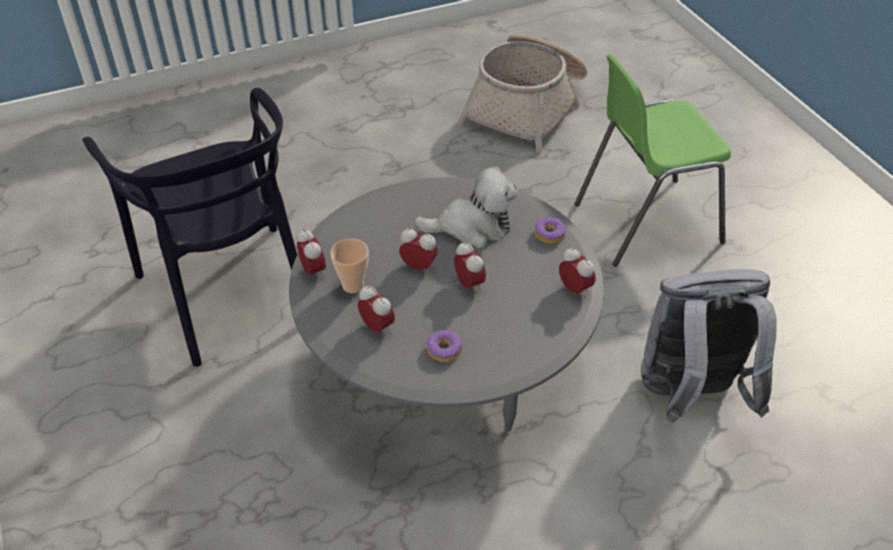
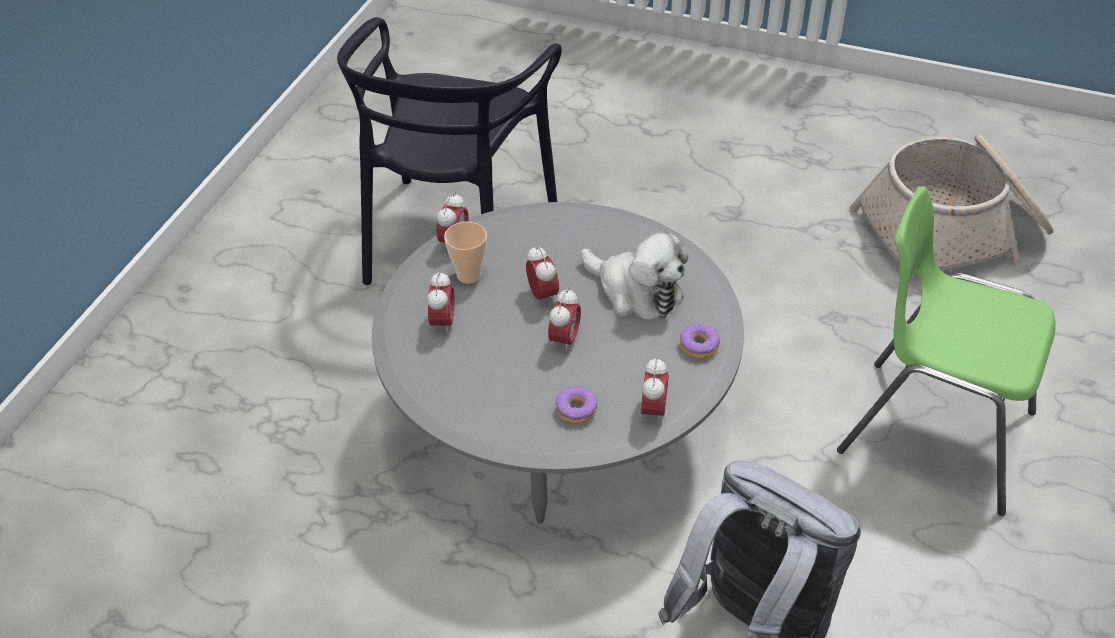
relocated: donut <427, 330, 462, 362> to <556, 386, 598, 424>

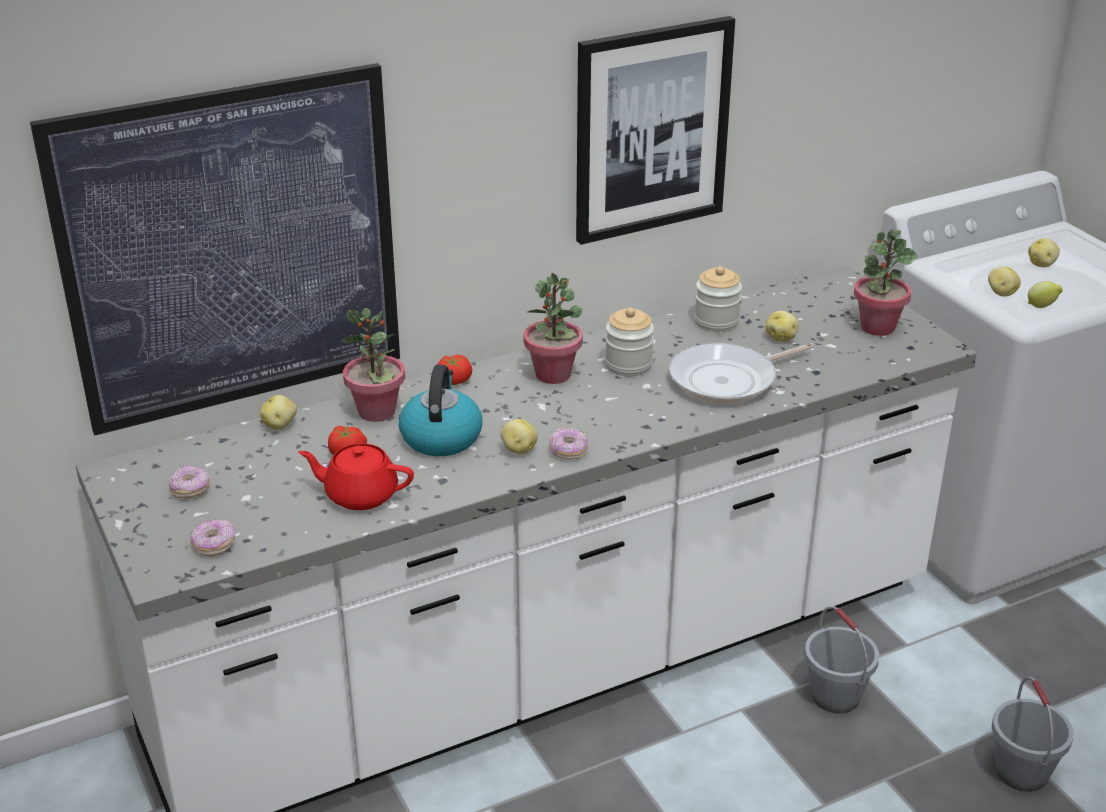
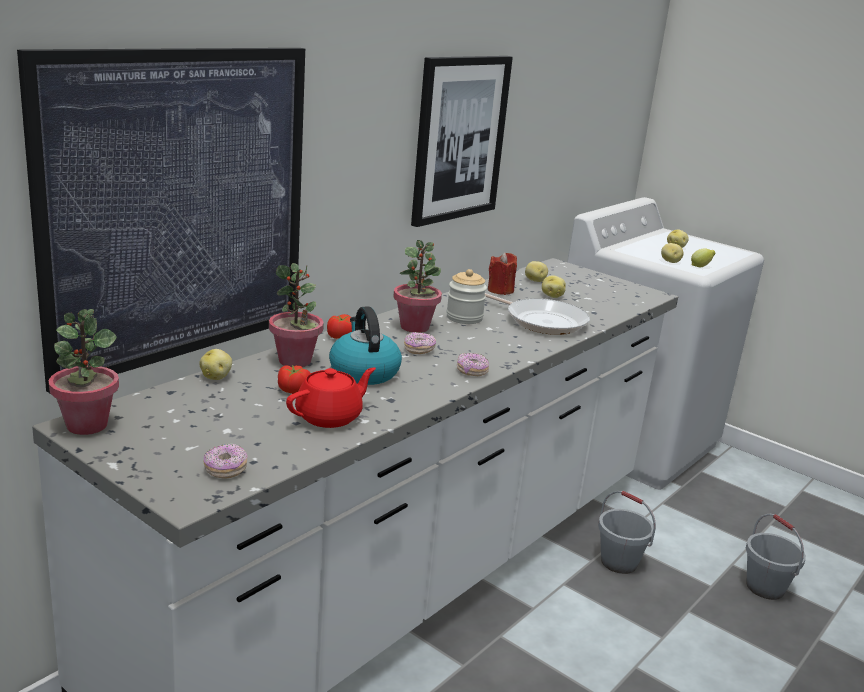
relocated: donut <169, 465, 210, 498> to <404, 332, 436, 354>; potato <501, 419, 538, 454> to <525, 261, 548, 282>; potted plant <854, 229, 918, 336> to <49, 309, 119, 435>
exchanged: jar <694, 266, 742, 332> to red candle <488, 252, 517, 295>
spun: red teapot <298, 443, 414, 510> = <286, 368, 376, 428> 150 degrees clockwise; frying pan <669, 343, 814, 404> = <485, 293, 590, 335> 90 degrees counterclockwise

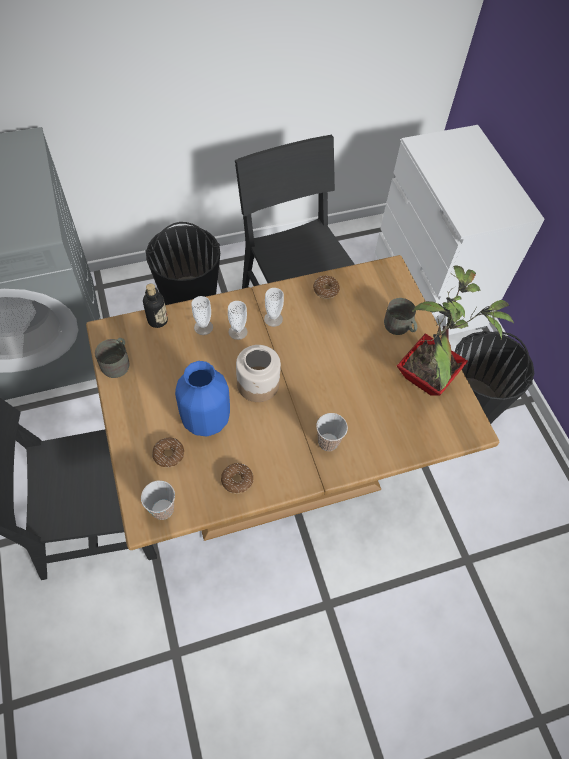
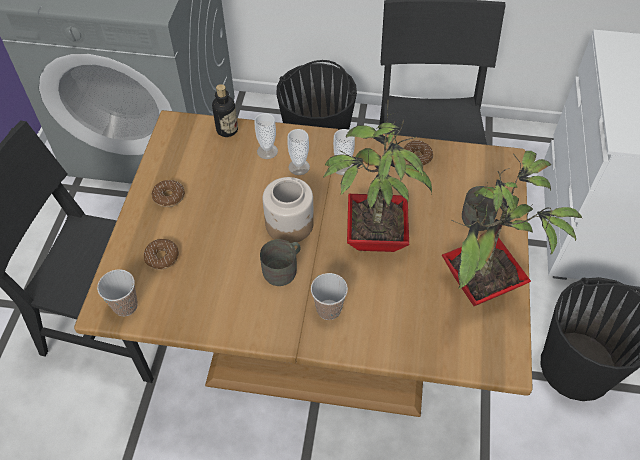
missing: blue vase <175, 361, 230, 436>
appeared: potted plant <323, 100, 432, 252>
relocated: grey mug <95, 338, 129, 378> to <260, 239, 301, 286>; donut <221, 463, 253, 494> to <152, 180, 185, 207>

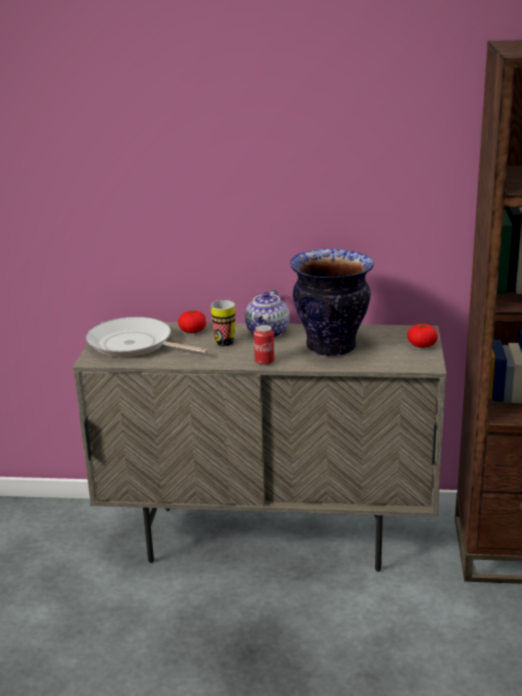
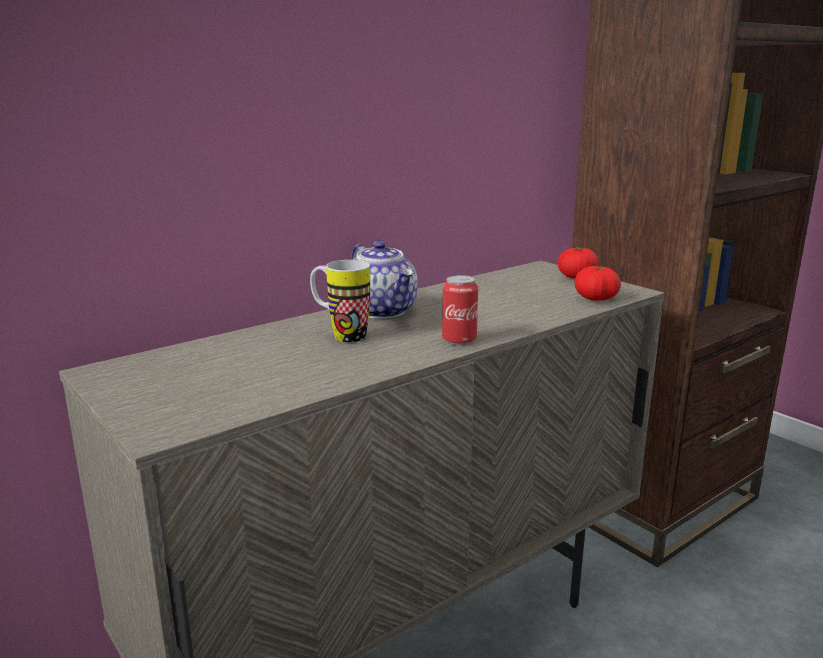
missing: frying pan <86, 317, 208, 357>; vase <290, 249, 374, 356>
relocated: tomato <178, 310, 206, 333> to <575, 266, 621, 301>

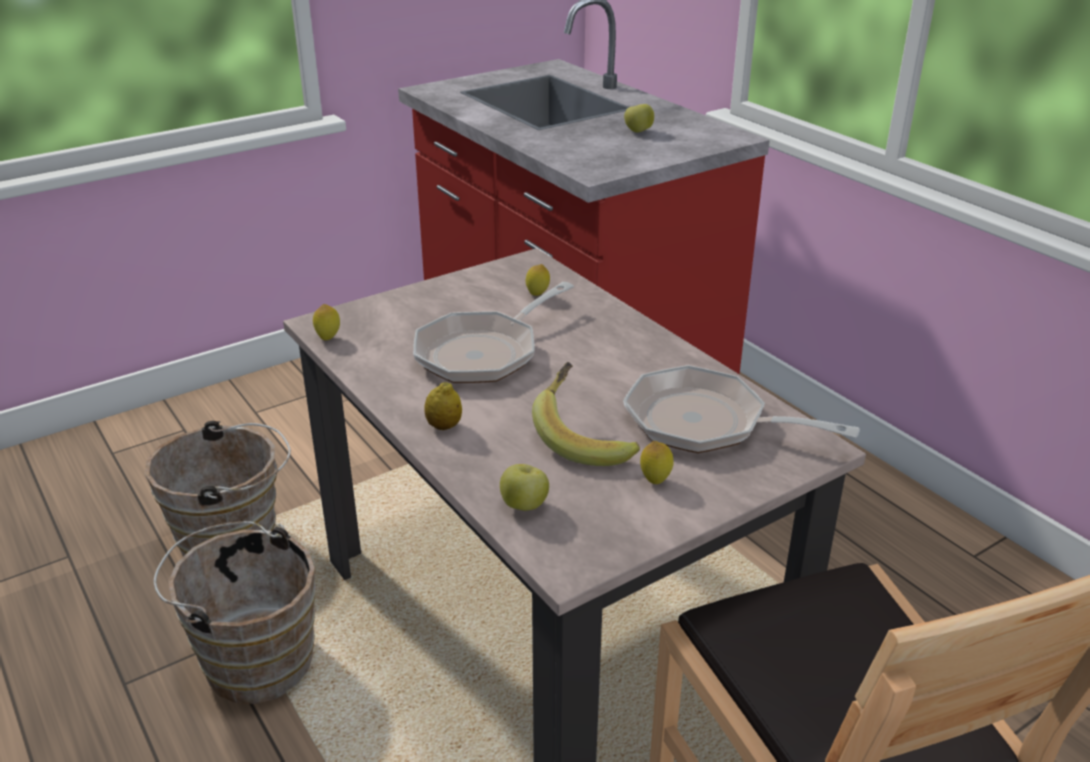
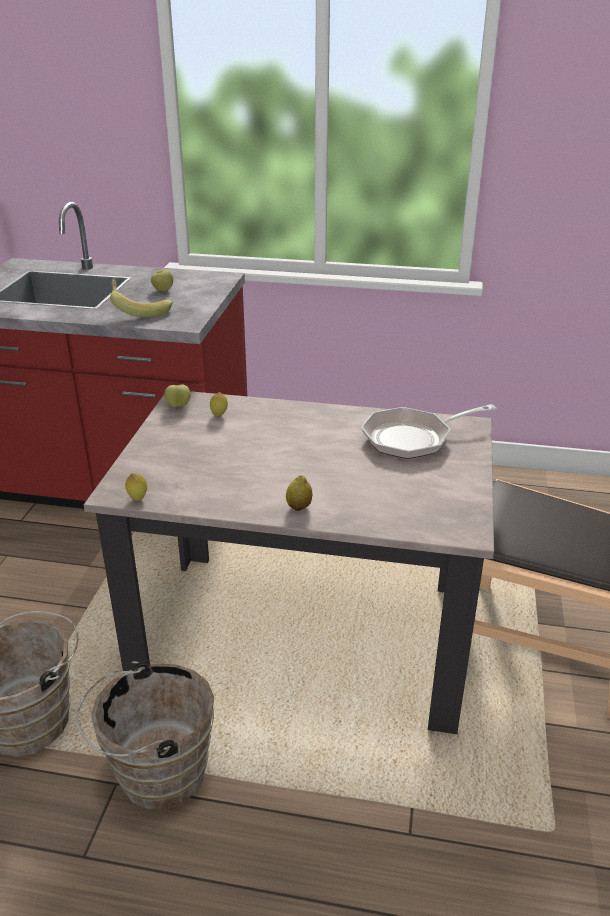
missing: frying pan <413, 282, 574, 383>; lemon <640, 441, 673, 484>
relocated: apple <500, 464, 549, 511> to <165, 385, 191, 408>; banana <532, 362, 640, 466> to <110, 277, 173, 317>

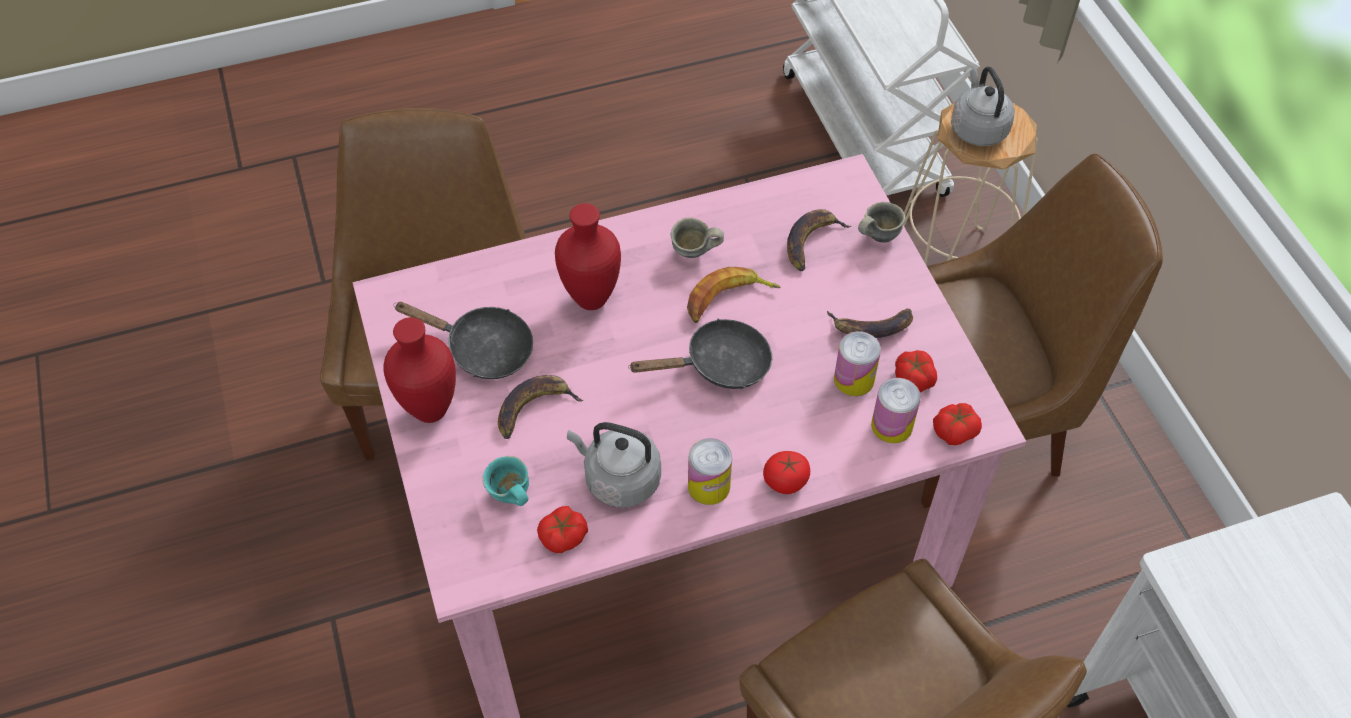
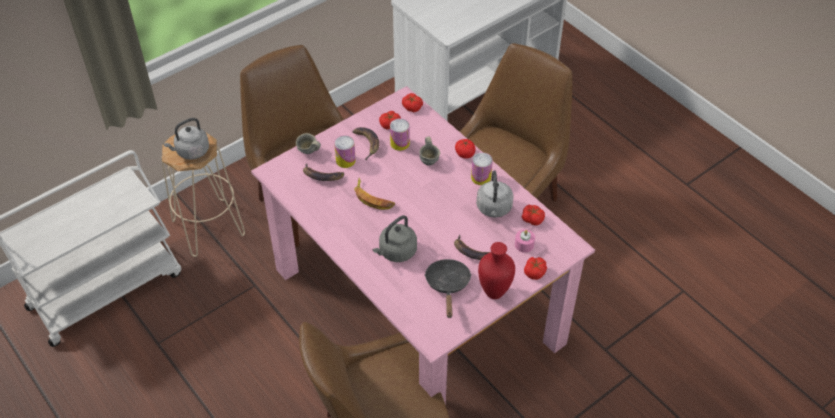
missing: black frying pan <628, 319, 772, 389>
appeared: tomato <524, 257, 547, 280>
relocated: grey mug <671, 218, 724, 258> to <419, 137, 440, 166>; can <871, 378, 921, 443> to <334, 135, 356, 168>
exchanged: turquoise mug <482, 456, 529, 506> to pink candle <515, 229, 535, 253>; red vase <555, 203, 621, 310> to grey kettle <373, 215, 417, 262>

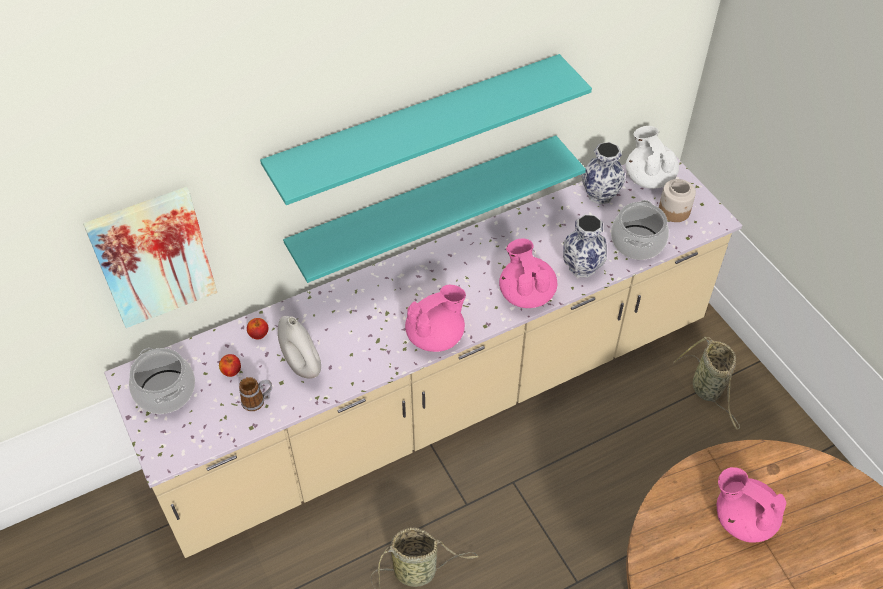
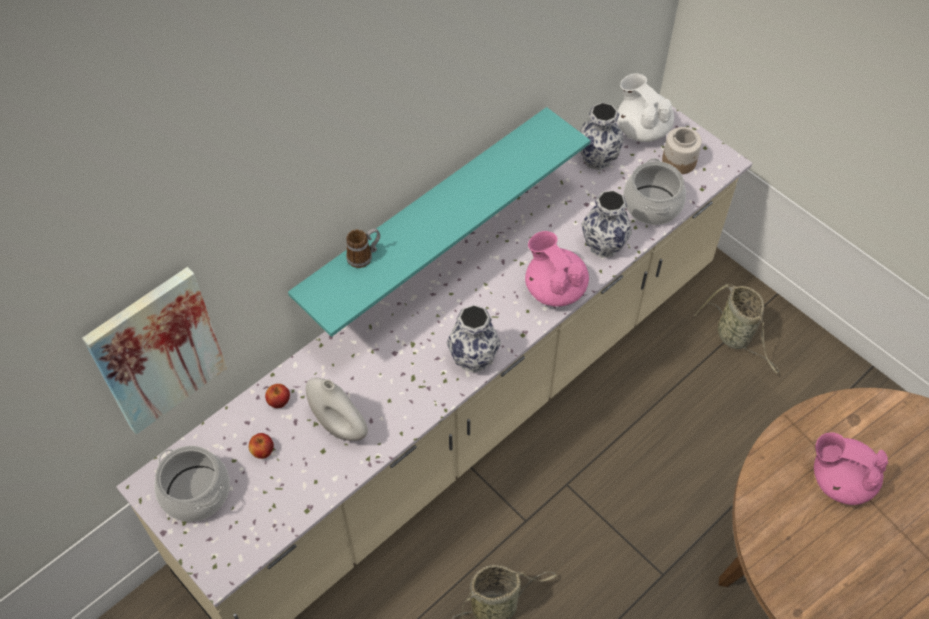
missing: turquoise shelf <260, 54, 592, 205>
relocated: mug <239, 377, 272, 411> to <346, 228, 380, 268>
exchanged: pink teapot <405, 285, 466, 352> to vase <446, 305, 501, 373>

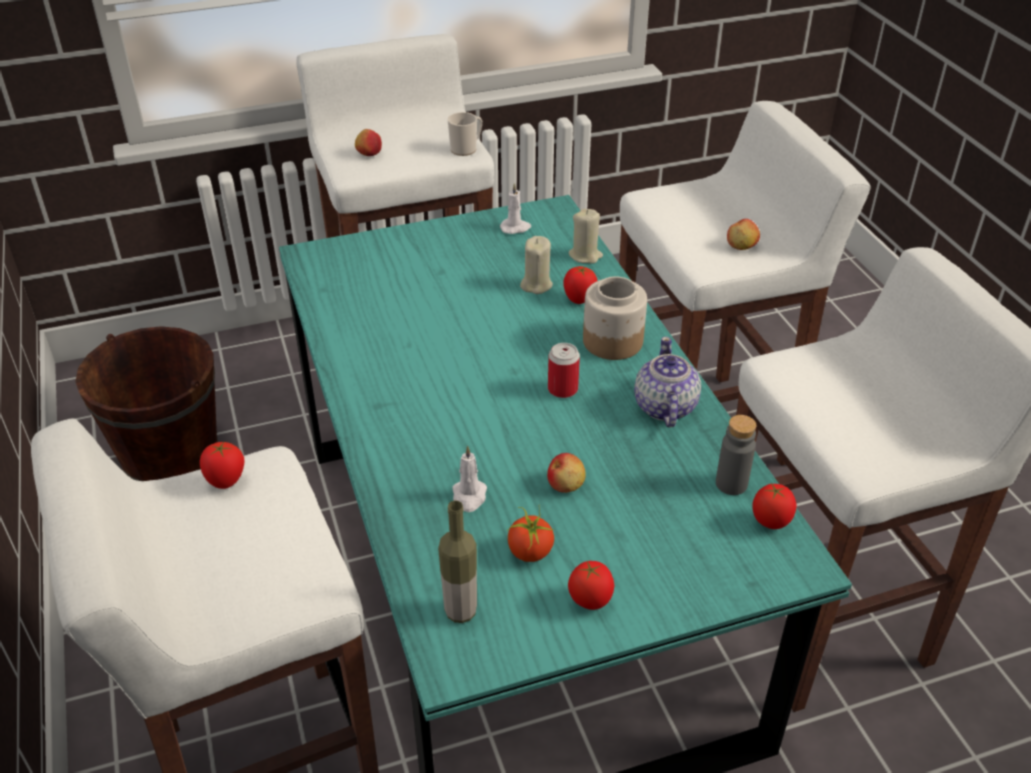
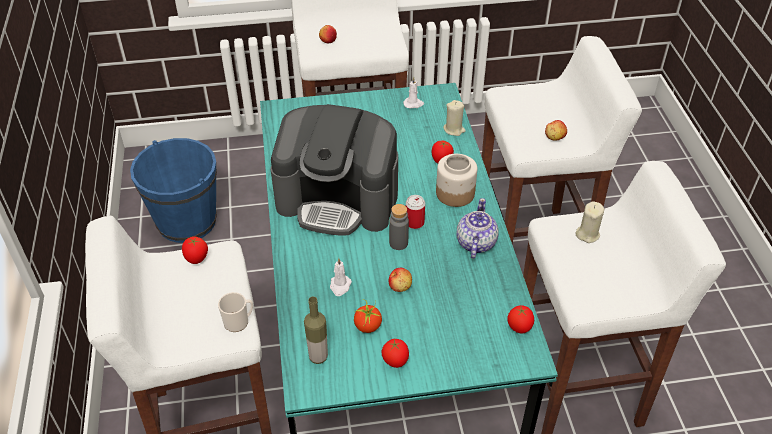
appeared: coffee machine <271, 104, 398, 236>
relocated: mug <448, 112, 482, 156> to <218, 292, 253, 332>; beige candle <520, 236, 553, 294> to <576, 201, 604, 243>; grey bottle <716, 415, 756, 495> to <389, 204, 409, 250>
colour: brown bucket <75, 326, 218, 481> to blue bucket <130, 138, 217, 243>

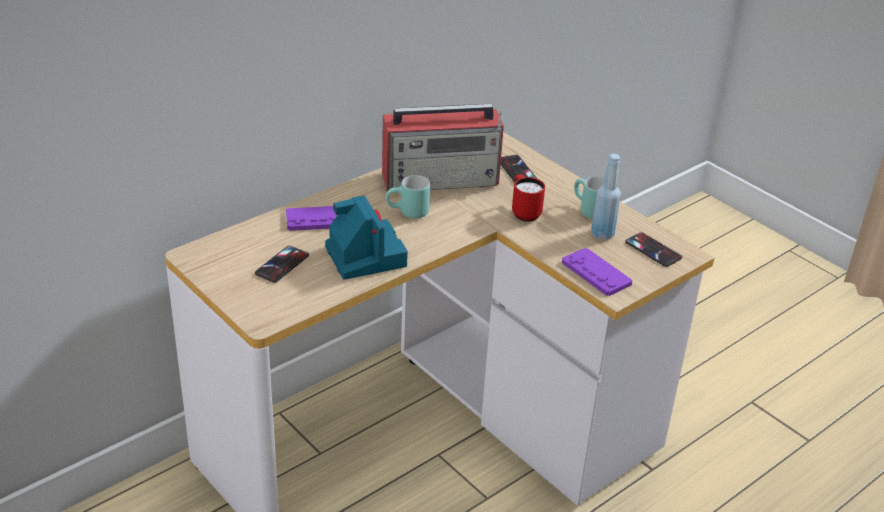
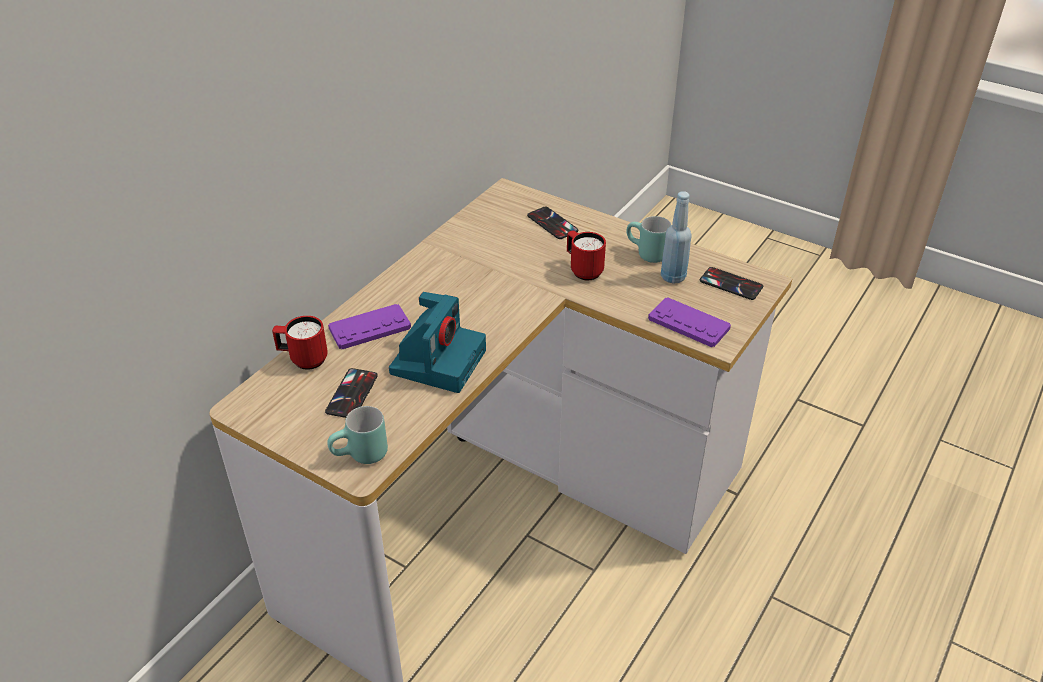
missing: radio <382, 104, 504, 191>
appeared: red mug <272, 316, 328, 370>
relocated: turquoise mug <386, 175, 430, 219> to <327, 406, 388, 464>
spun: photo camera <325, 195, 408, 280> = <389, 292, 486, 393> 60 degrees clockwise

